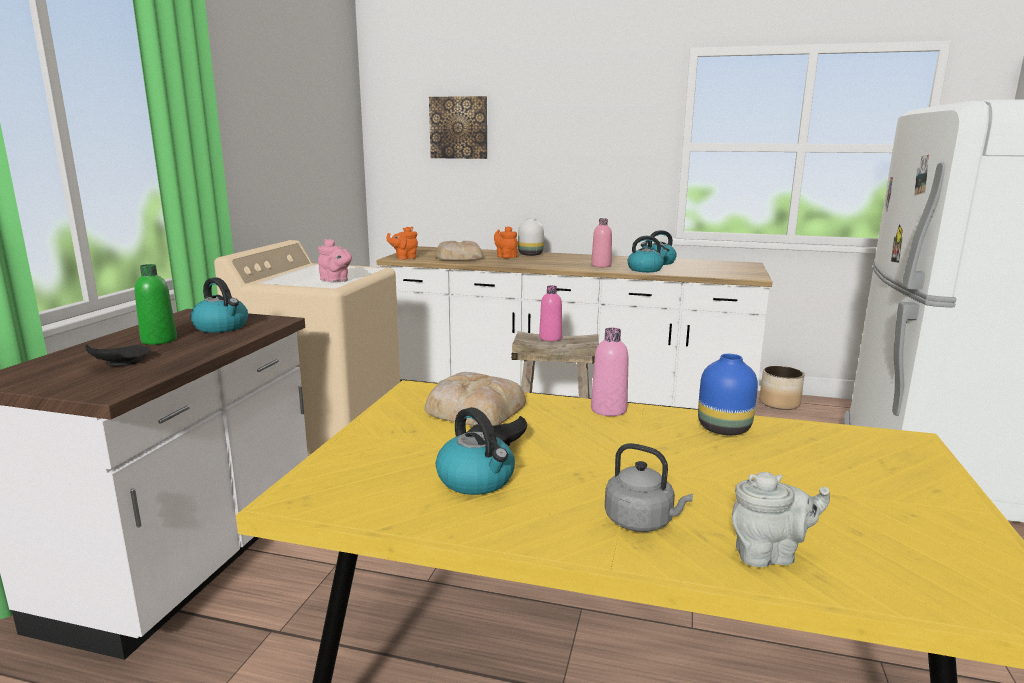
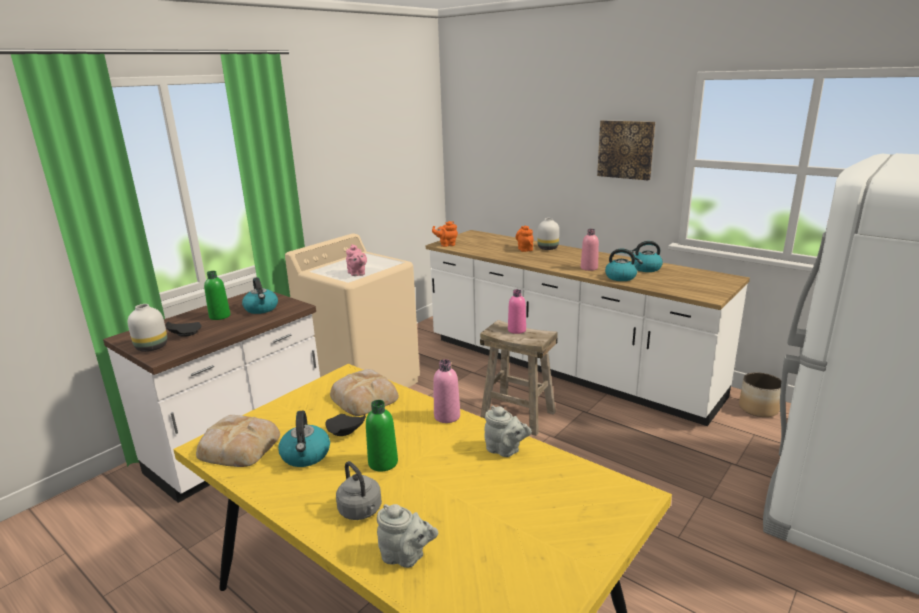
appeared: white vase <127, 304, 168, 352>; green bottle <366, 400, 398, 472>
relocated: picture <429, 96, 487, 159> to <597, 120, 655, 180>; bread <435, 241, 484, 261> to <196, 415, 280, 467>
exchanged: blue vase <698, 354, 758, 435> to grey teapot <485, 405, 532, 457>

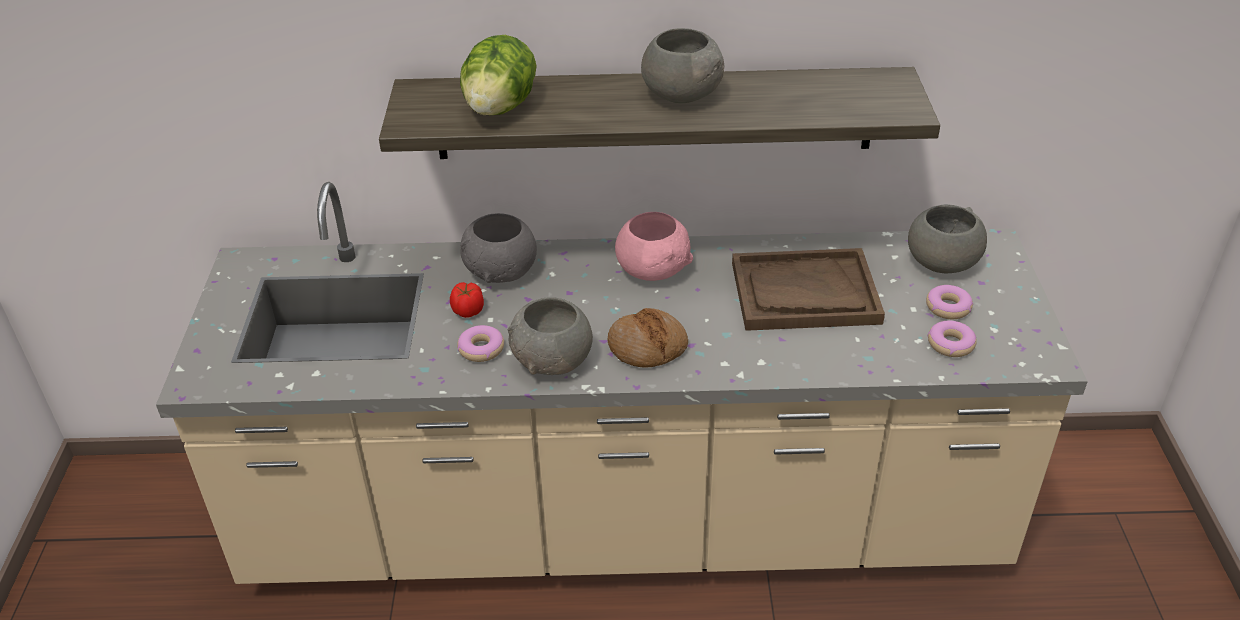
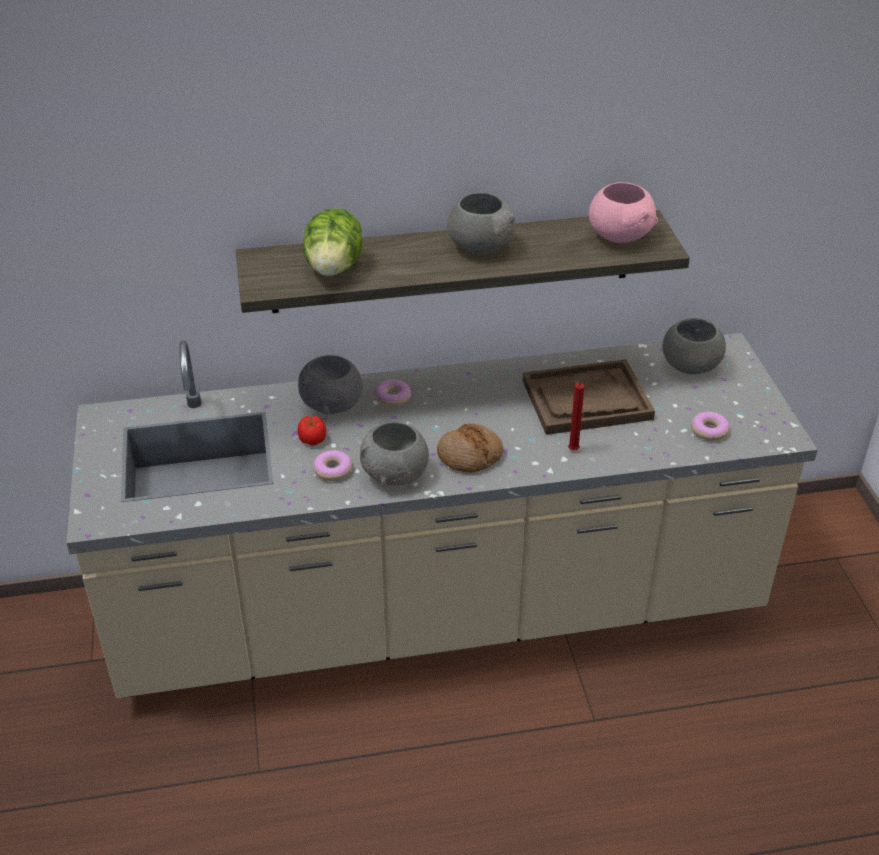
appeared: red candle <568, 380, 585, 450>
relocated: pink bowl <615, 212, 693, 281> to <589, 182, 658, 243>; donut <926, 285, 973, 319> to <374, 379, 411, 407>

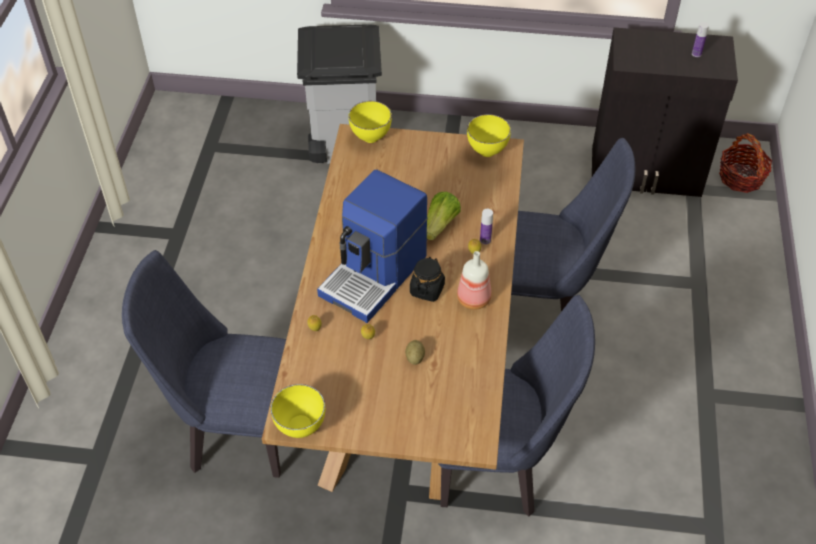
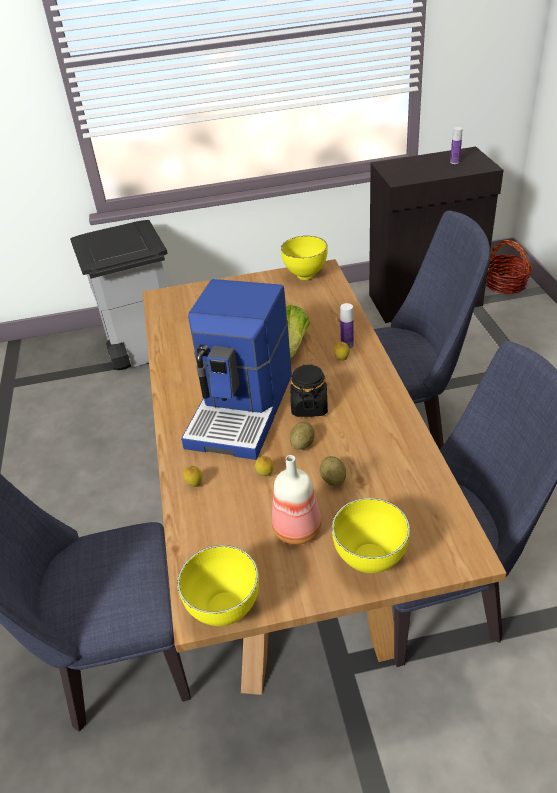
appeared: potato <290, 422, 315, 450>
relocated: yellow bowl <348, 101, 392, 143> to <332, 498, 410, 573>; bottle <457, 251, 492, 310> to <272, 455, 322, 545>

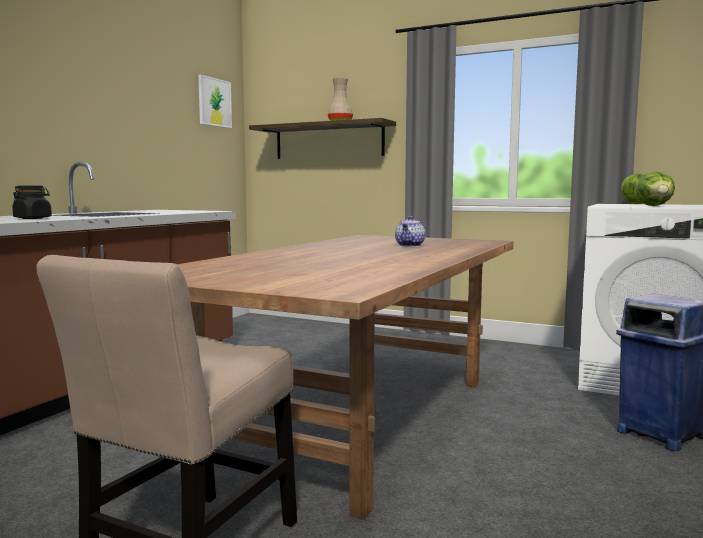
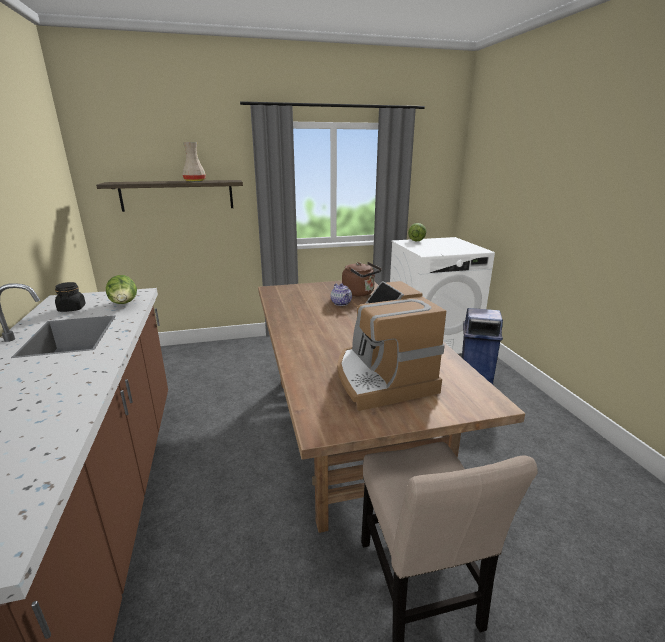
missing: picture <198, 74, 232, 128>
appeared: coffee machine <337, 281, 446, 411>; brown kettle <342, 262, 382, 296>
relocated: black jar <12, 185, 52, 219> to <55, 282, 86, 312>; lettuce <636, 172, 675, 206> to <106, 275, 137, 304>

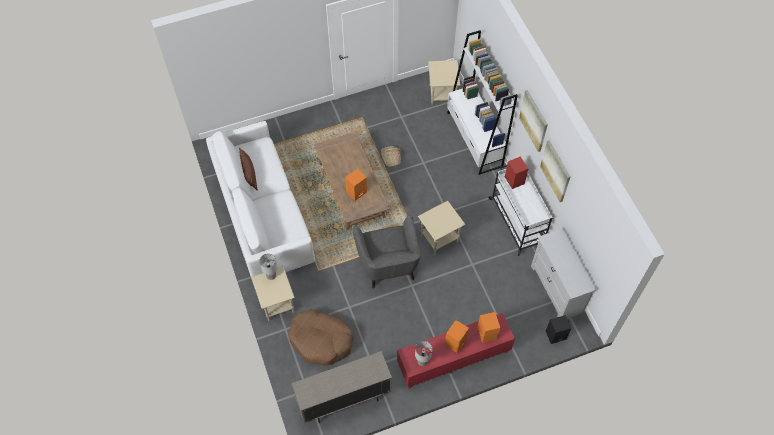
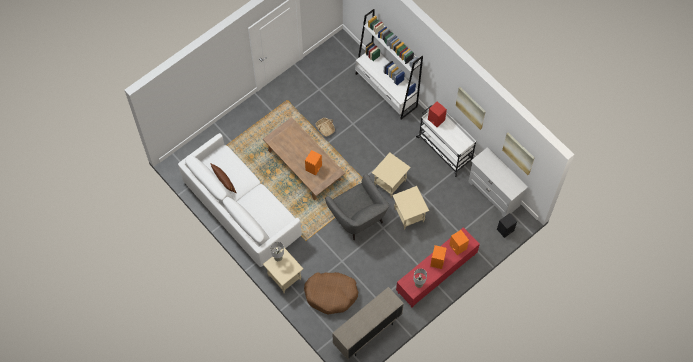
relocated: beige side table <428, 60, 460, 106> to <392, 186, 429, 230>; picture <519, 90, 548, 152> to <502, 133, 534, 175>

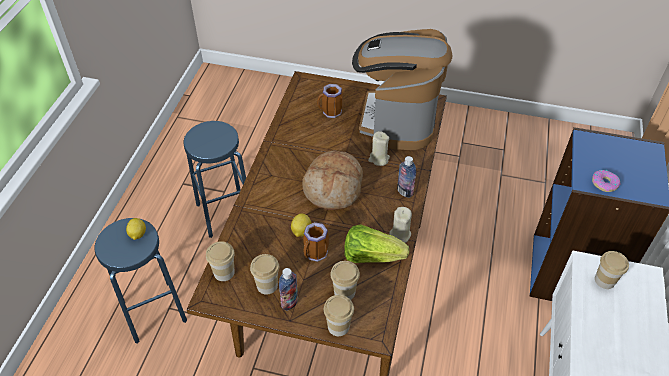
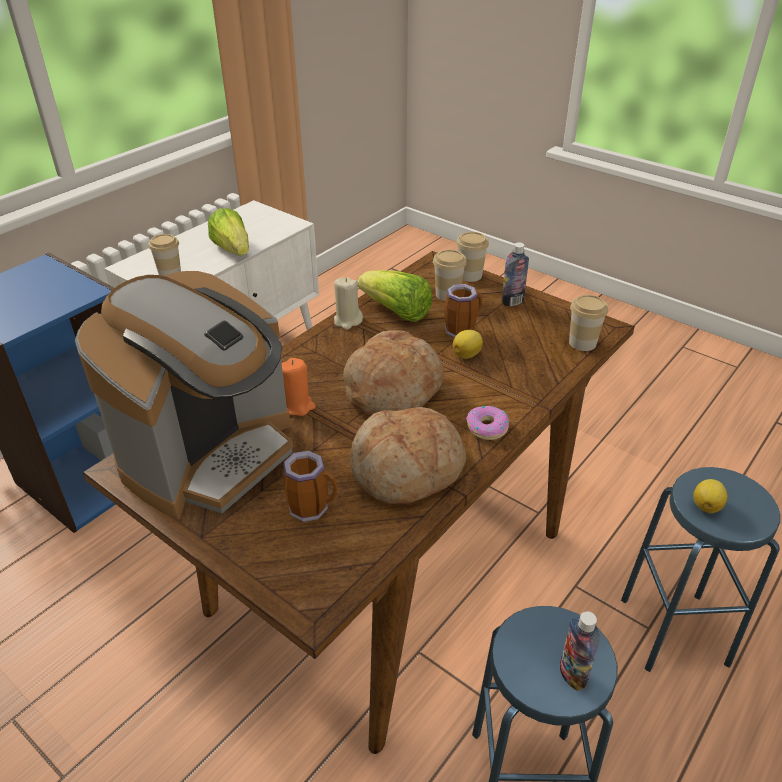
missing: cup <250, 254, 279, 295>
appeared: lettuce <208, 209, 249, 256>; bread <350, 407, 466, 504>
relocated: bottle <397, 156, 416, 198> to <560, 611, 599, 691>; donut <592, 170, 621, 192> to <466, 406, 509, 440>
colour: beige candle <368, 131, 390, 166> to orange candle <282, 358, 316, 416>

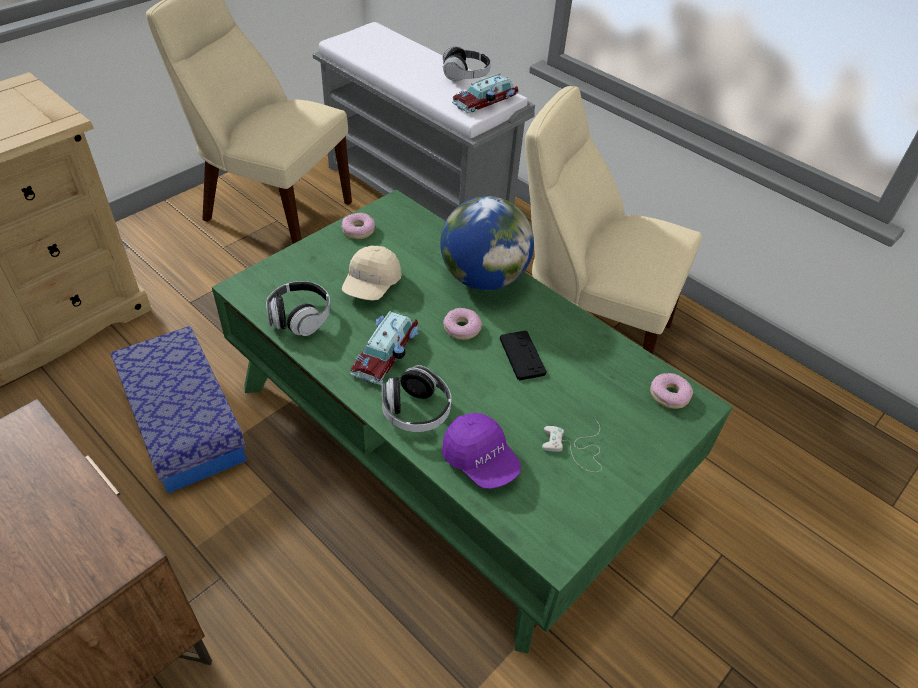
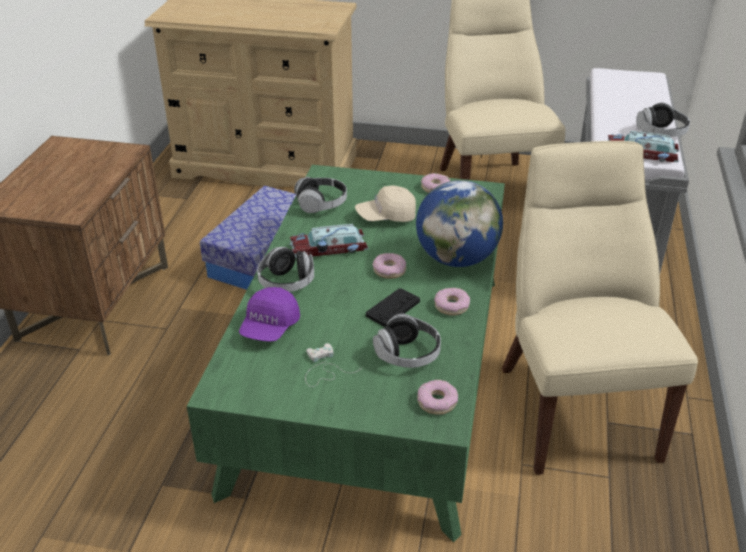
appeared: headphones <373, 314, 441, 368>; donut <434, 288, 470, 316>

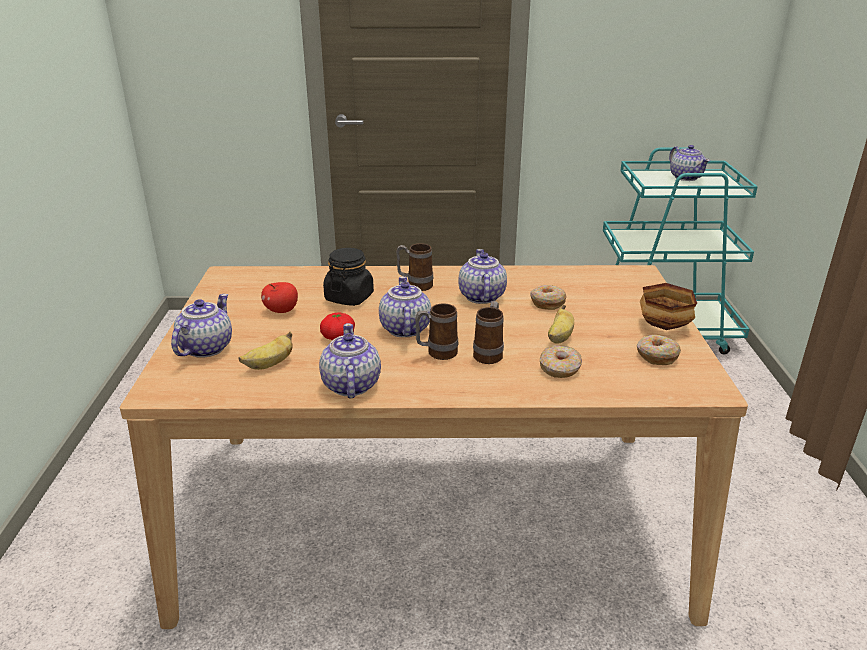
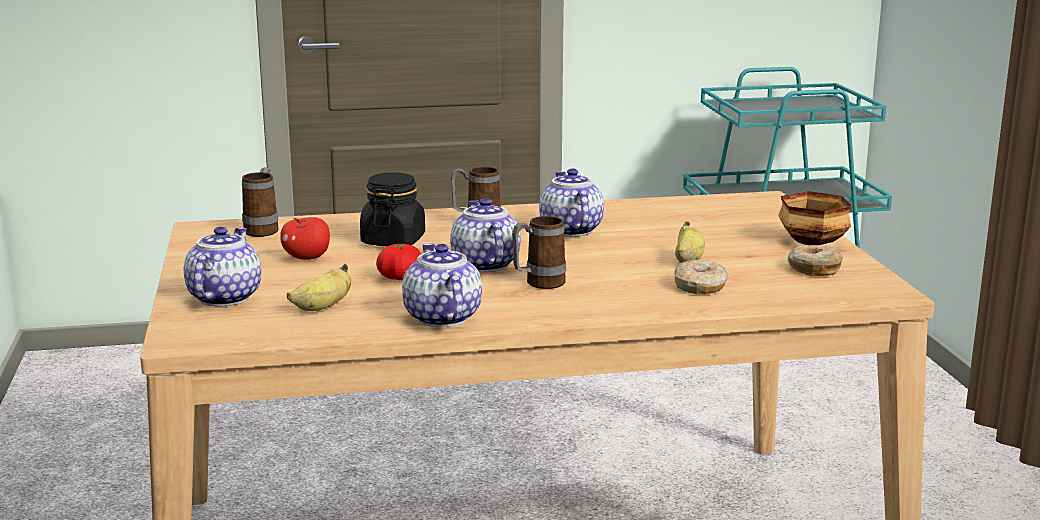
missing: donut <530, 285, 567, 310>; teapot <669, 145, 710, 181>
relocated: mug <473, 301, 504, 364> to <242, 167, 279, 237>

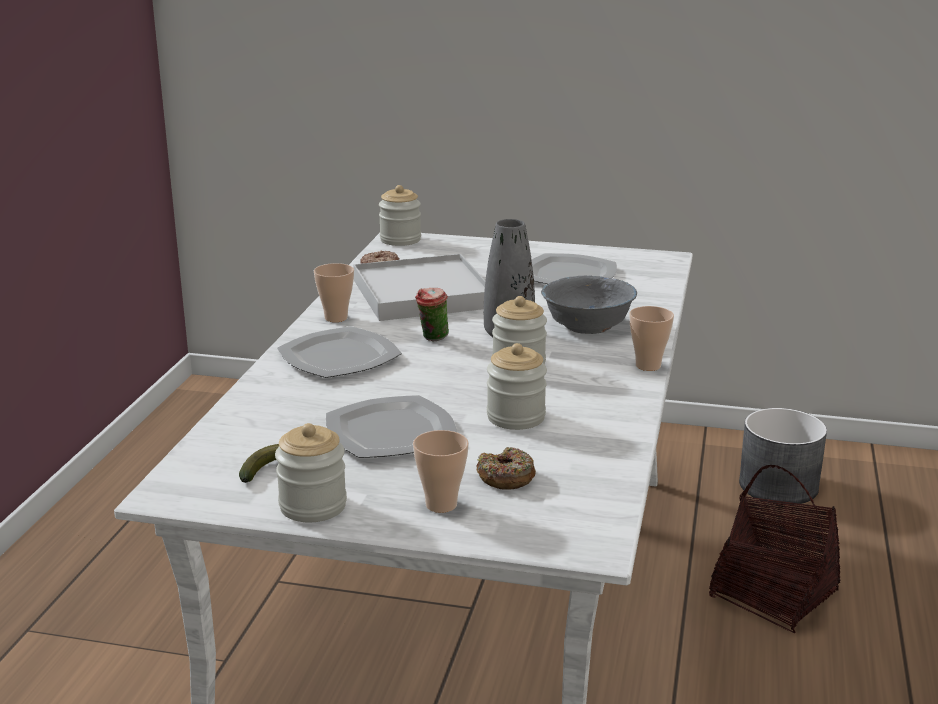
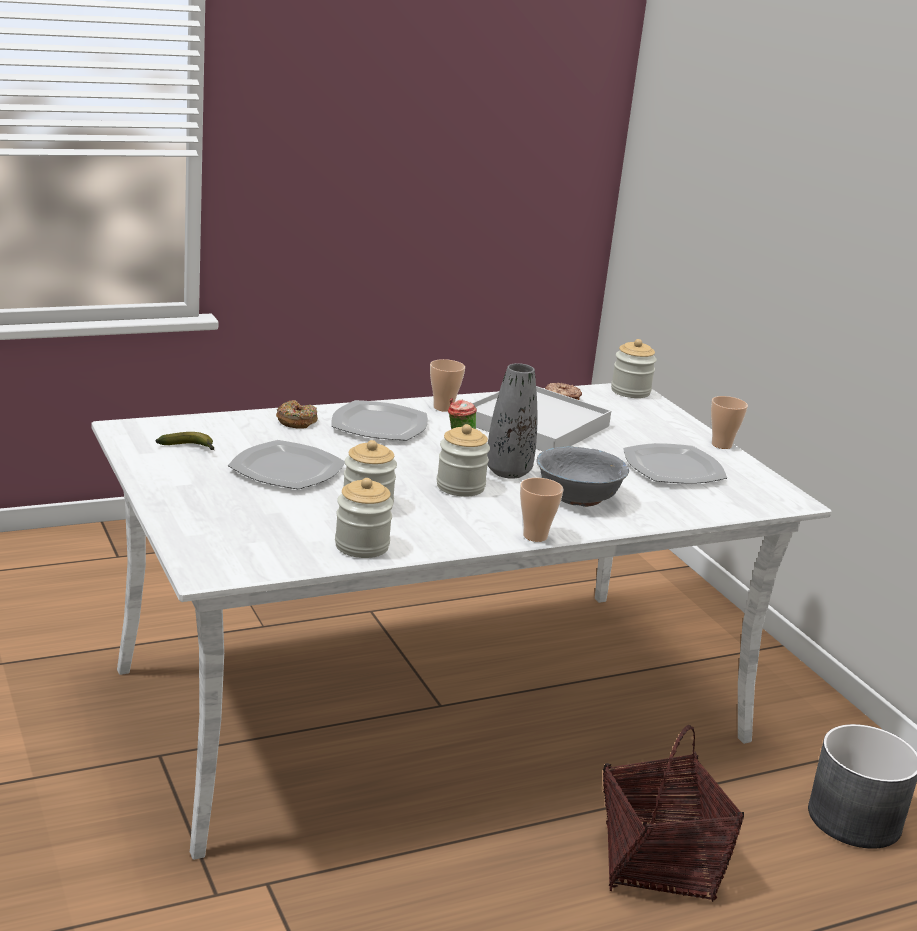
relocated: jar <275, 423, 347, 522> to <335, 478, 393, 558>; cup <413, 430, 469, 513> to <711, 396, 748, 449>; donut <476, 447, 536, 490> to <276, 400, 318, 429>

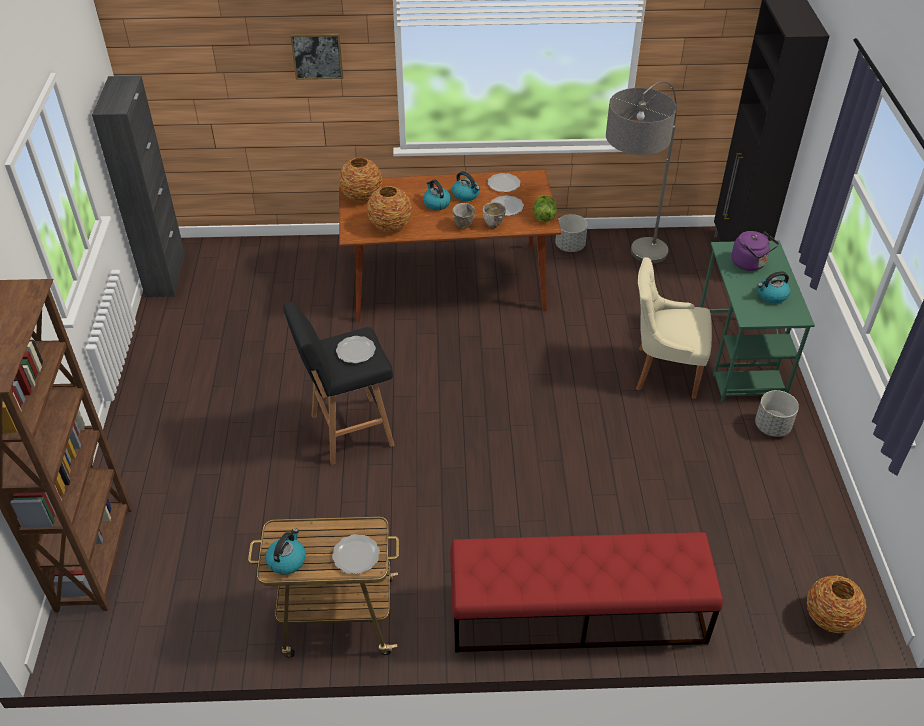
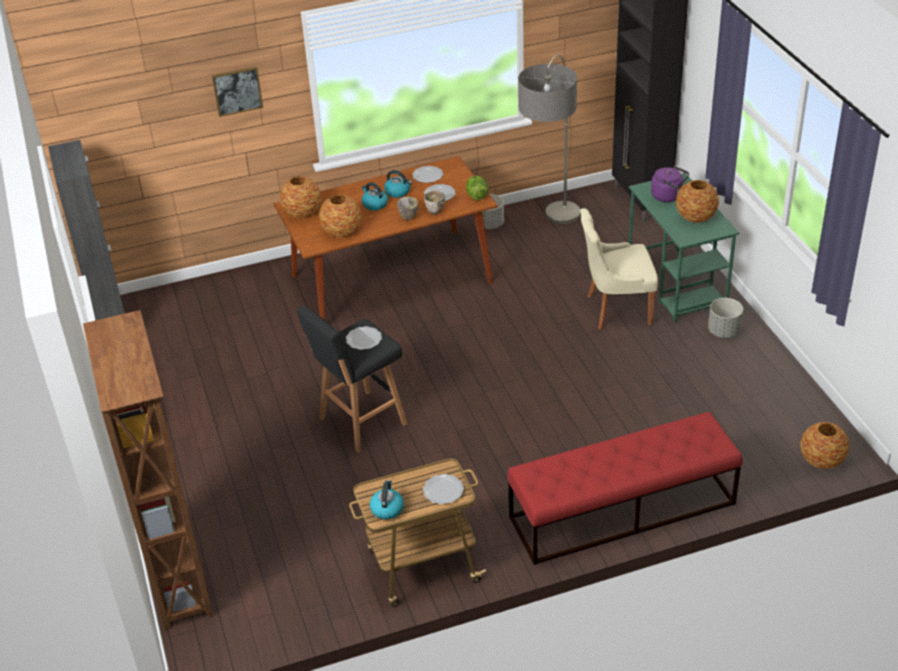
exchanged: kettle <758, 271, 790, 303> to vase <676, 180, 719, 223>

